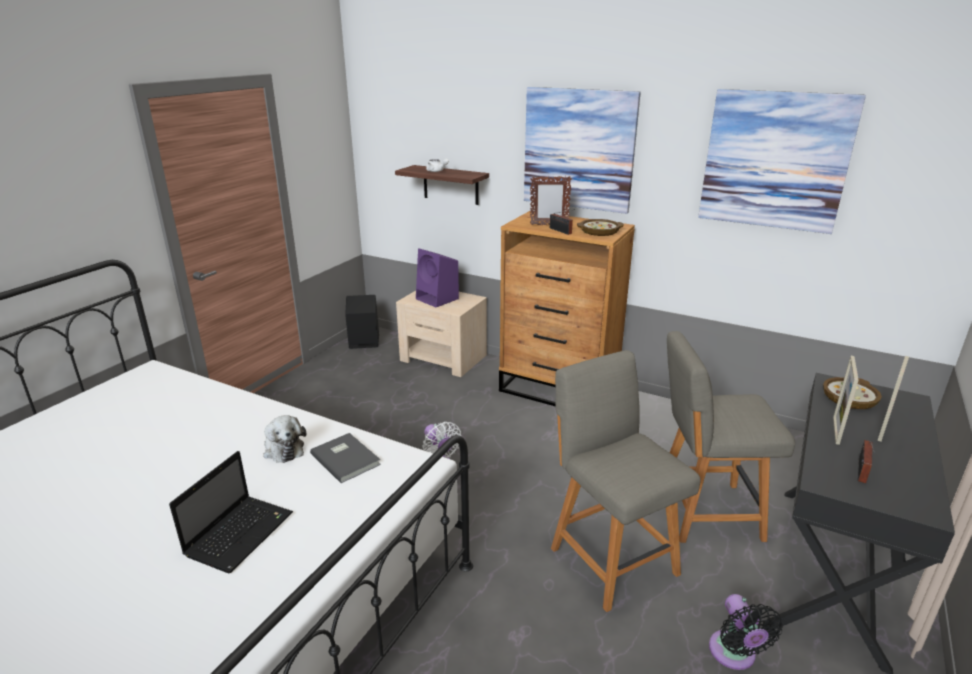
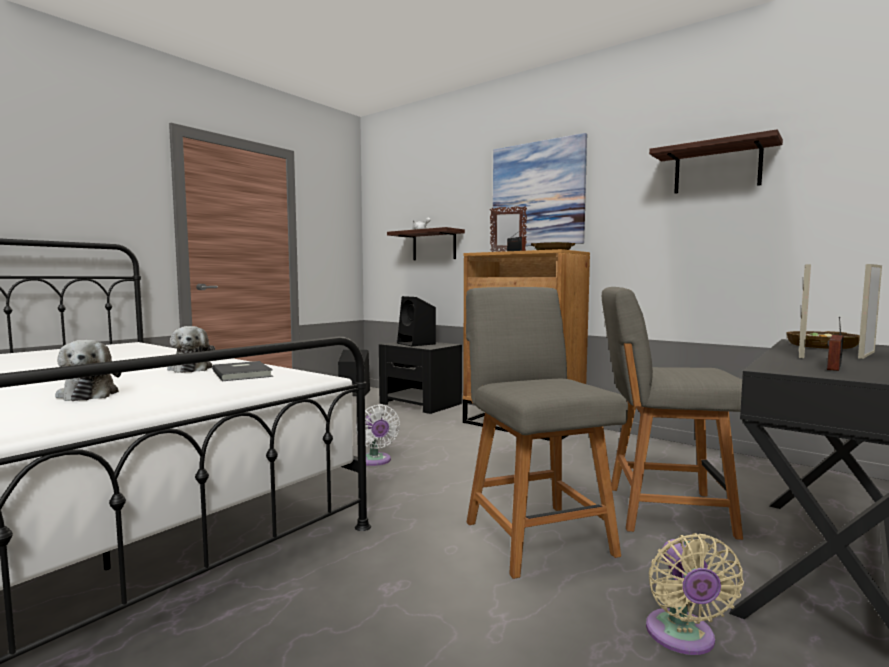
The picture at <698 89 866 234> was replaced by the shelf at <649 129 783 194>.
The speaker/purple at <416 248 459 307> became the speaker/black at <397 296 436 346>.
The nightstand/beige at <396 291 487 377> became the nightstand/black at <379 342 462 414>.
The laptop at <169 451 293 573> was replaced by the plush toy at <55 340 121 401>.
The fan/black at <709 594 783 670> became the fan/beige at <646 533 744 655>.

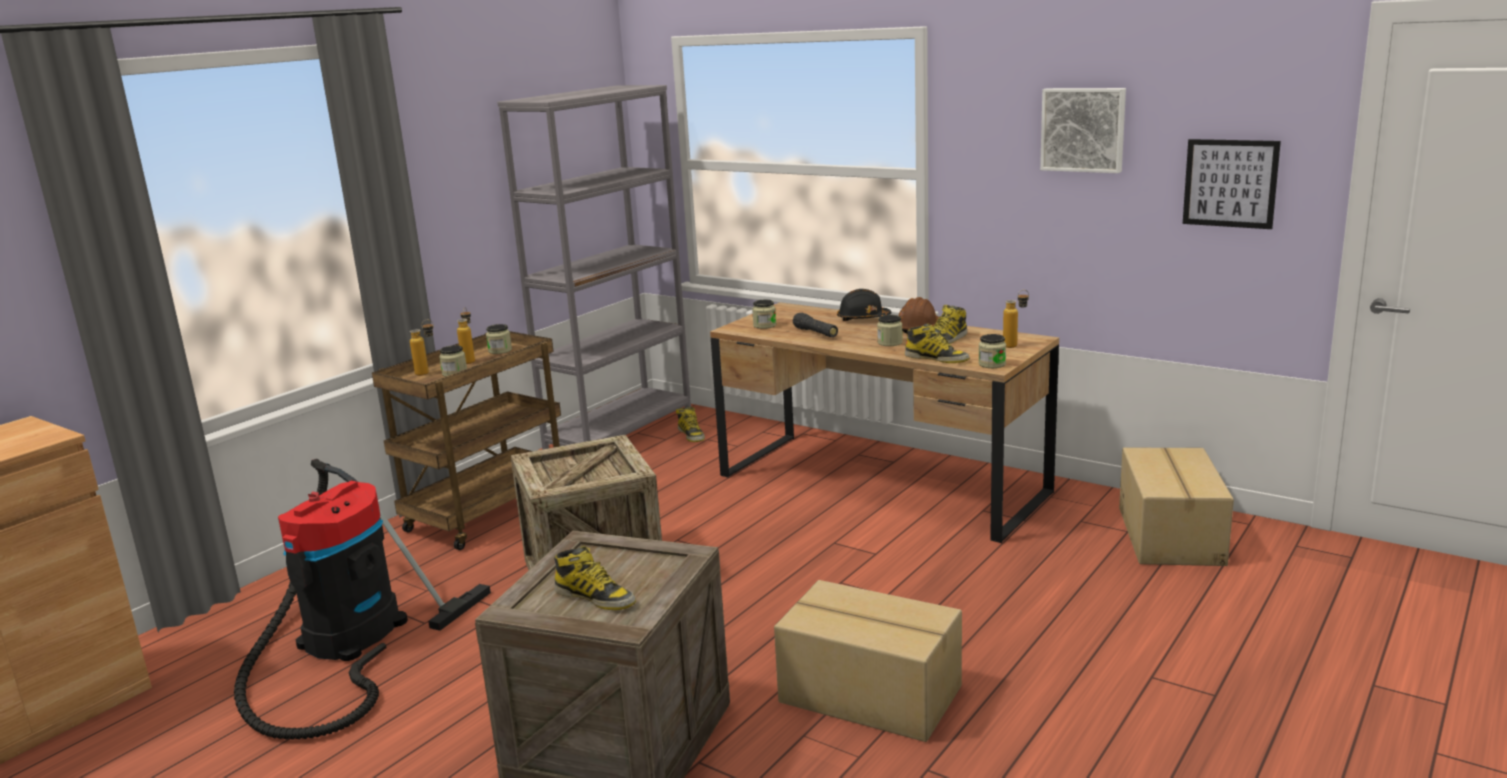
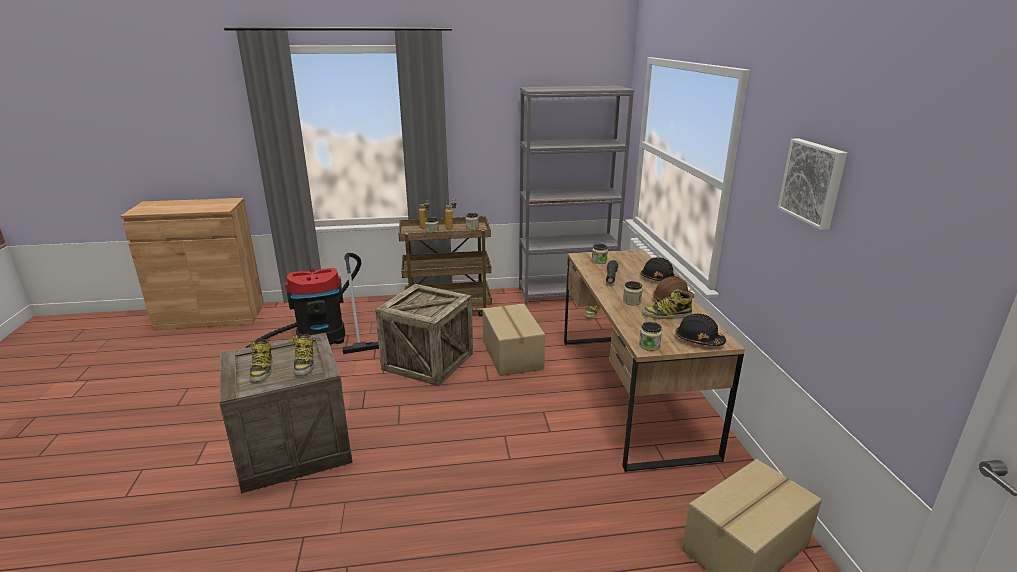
The picture at <1183 139 1281 229> disappeared.
The bottle at <1003 290 1029 348> was replaced by the hard hat/black at <676 313 726 346>.
The boot moved from <905 323 970 363> to <293 334 314 376>.
The cardboard box moved from <774 580 962 742> to <482 303 545 376>.

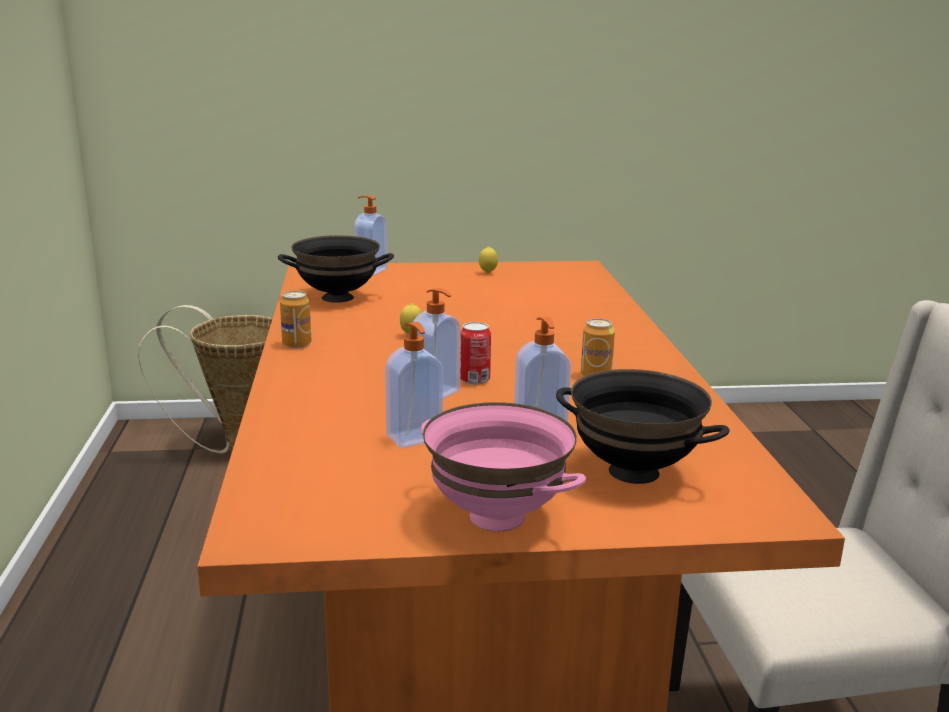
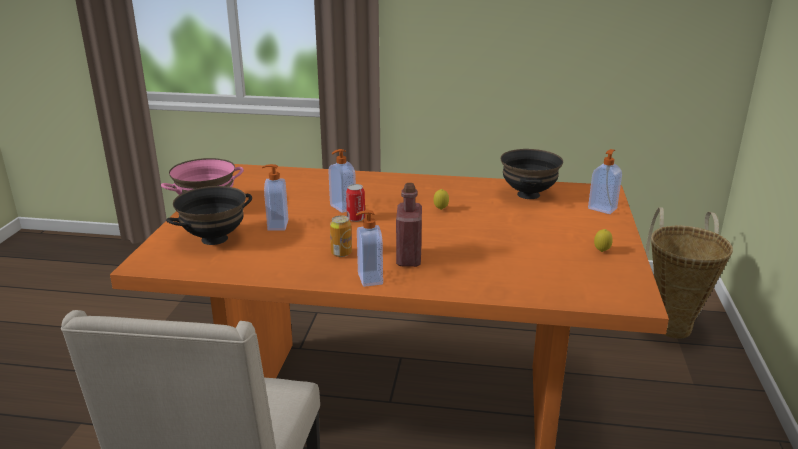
The can at <280 291 311 348> disappeared.
The soap dispenser moved from <385 322 443 448> to <356 210 383 287>.
The bottle/red at <396 183 422 267> appeared.

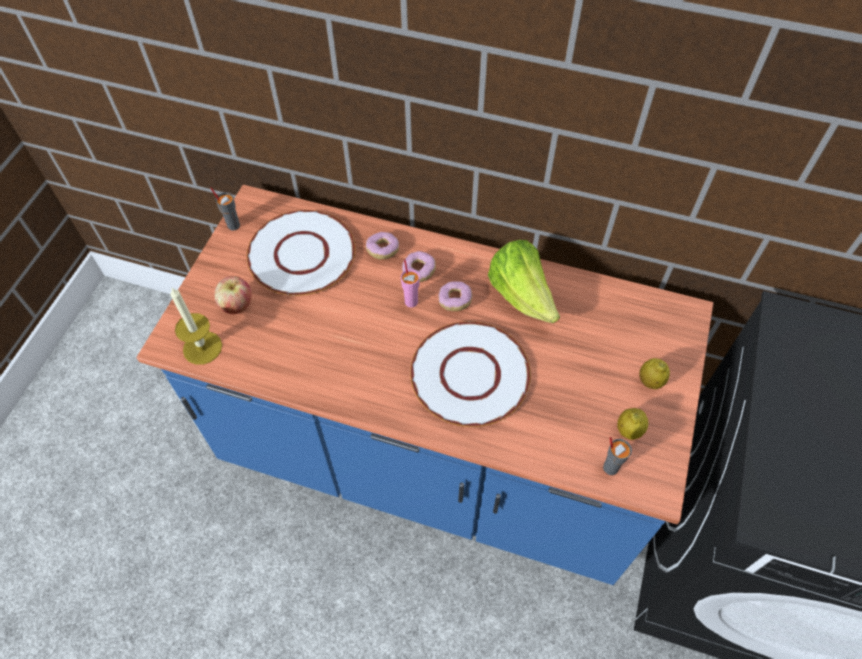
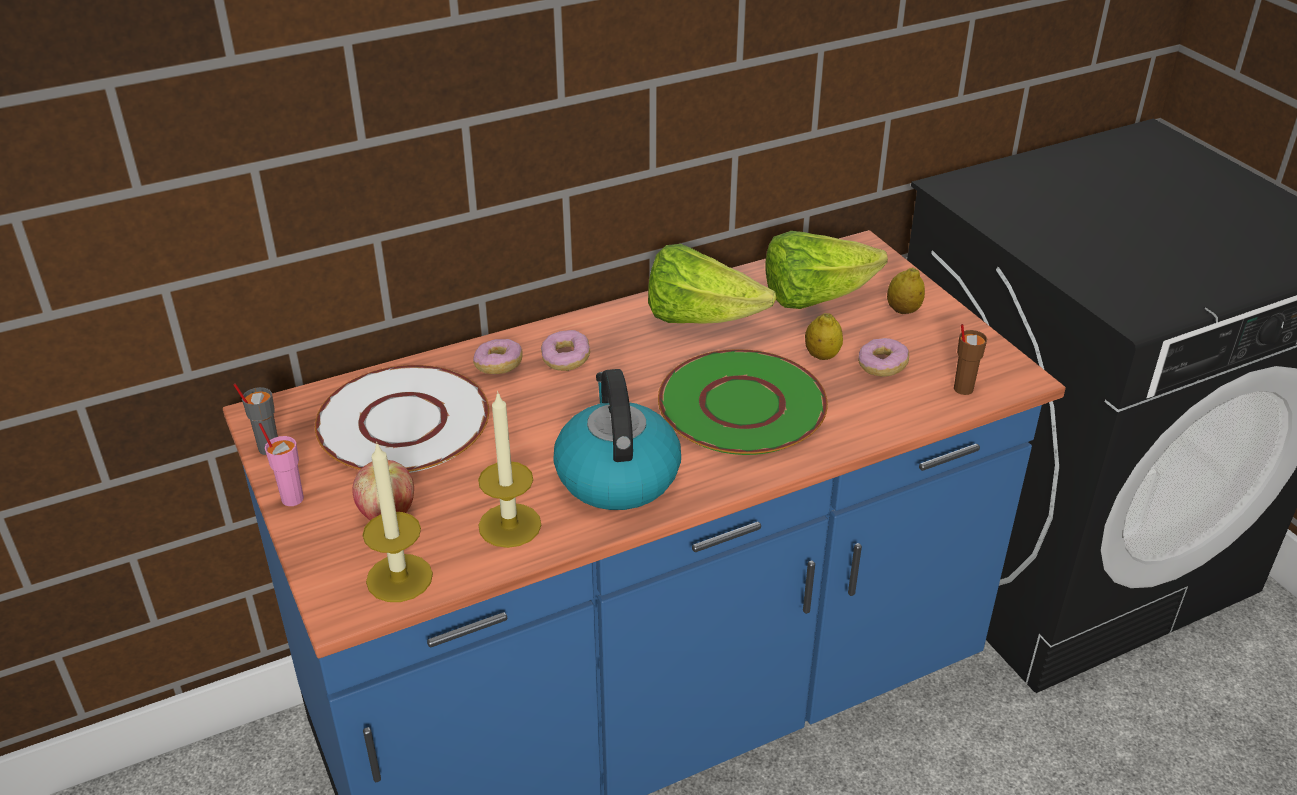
The cup/pink moved from <401 259 420 308> to <259 423 304 506>.
The donut moved from <438 281 472 311> to <858 338 909 377>.
The plate/white at <410 321 531 427> became the plate/green at <658 349 828 455>.
The lemon moved from <617 408 648 440> to <805 313 843 360>.
The cup/grey at <603 437 632 475> became the cup/brown at <954 324 987 395>.
The lettuce at <765 231 888 309> appeared.
The kettle at <553 369 681 510> appeared.
The candle at <478 391 541 548> appeared.

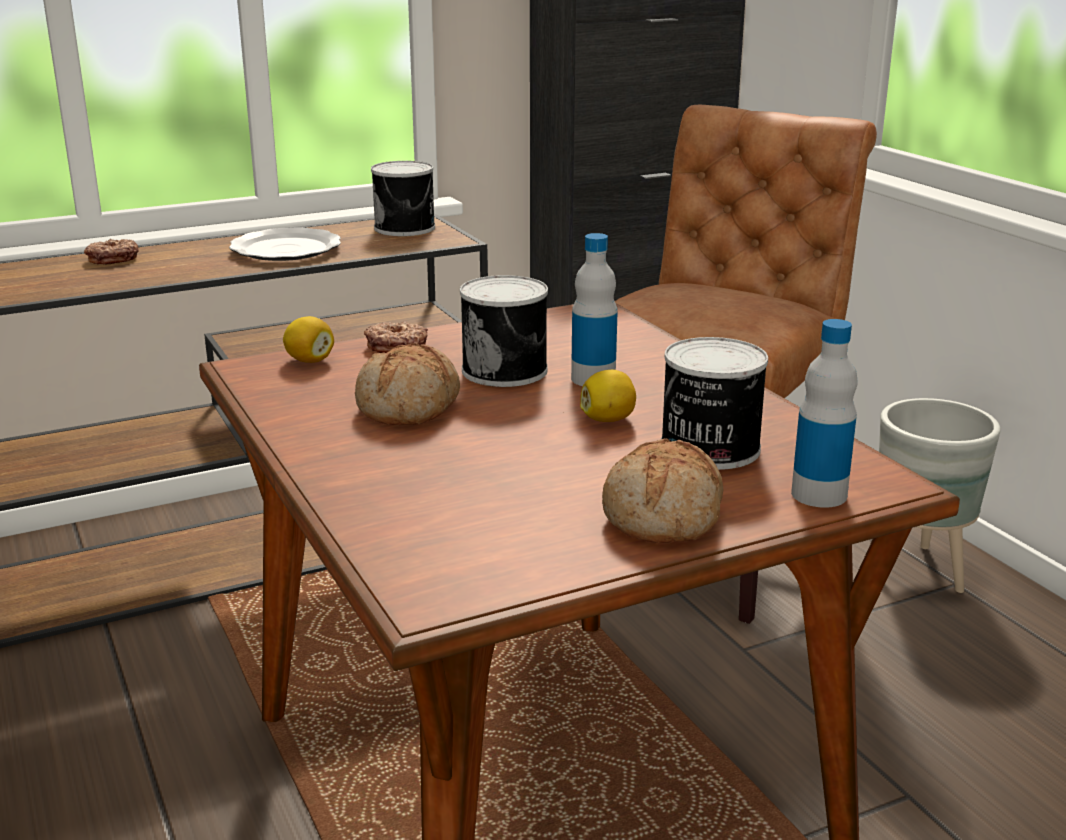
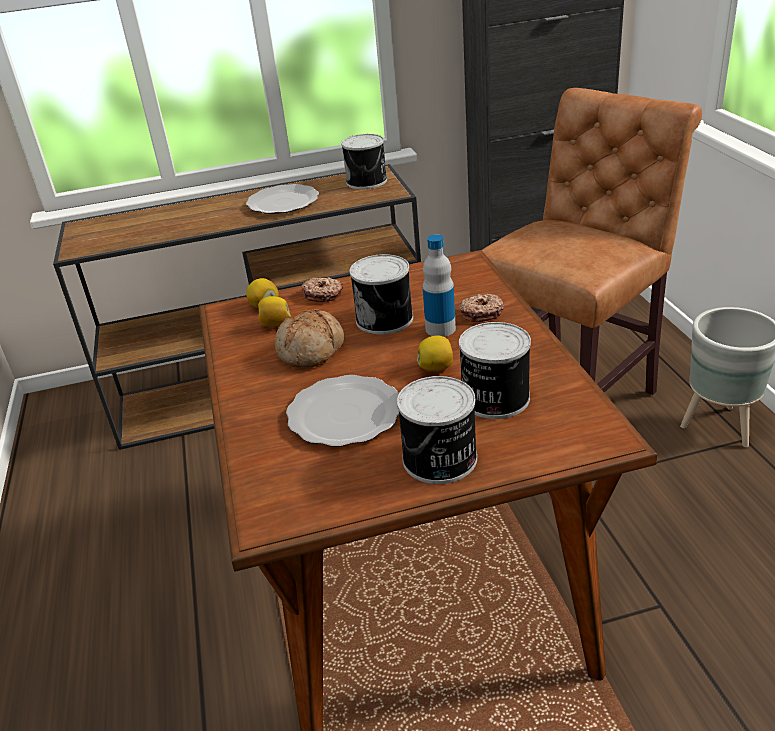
The donut moved from <84 239 139 265> to <458 294 504 322>.
The bottle at <791 319 858 508> disappeared.
The bread at <602 439 723 543> was replaced by the can at <397 376 477 484>.
The lemon at <258 296 291 327> appeared.
The plate at <286 375 399 447> appeared.

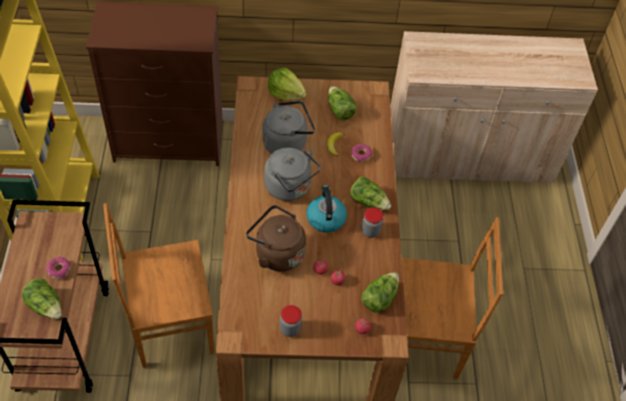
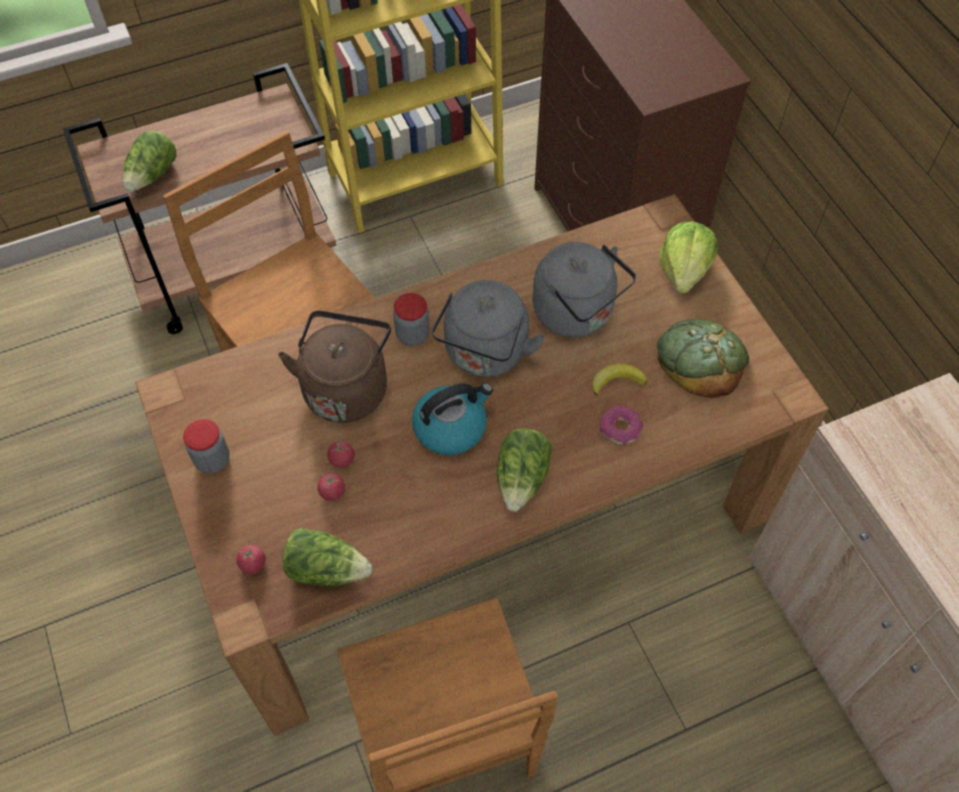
The lettuce at <328 86 357 120> was replaced by the bread at <657 319 749 398>.
The jar moved from <361 207 383 238> to <393 293 430 346>.
The donut at <46 257 71 279> disappeared.

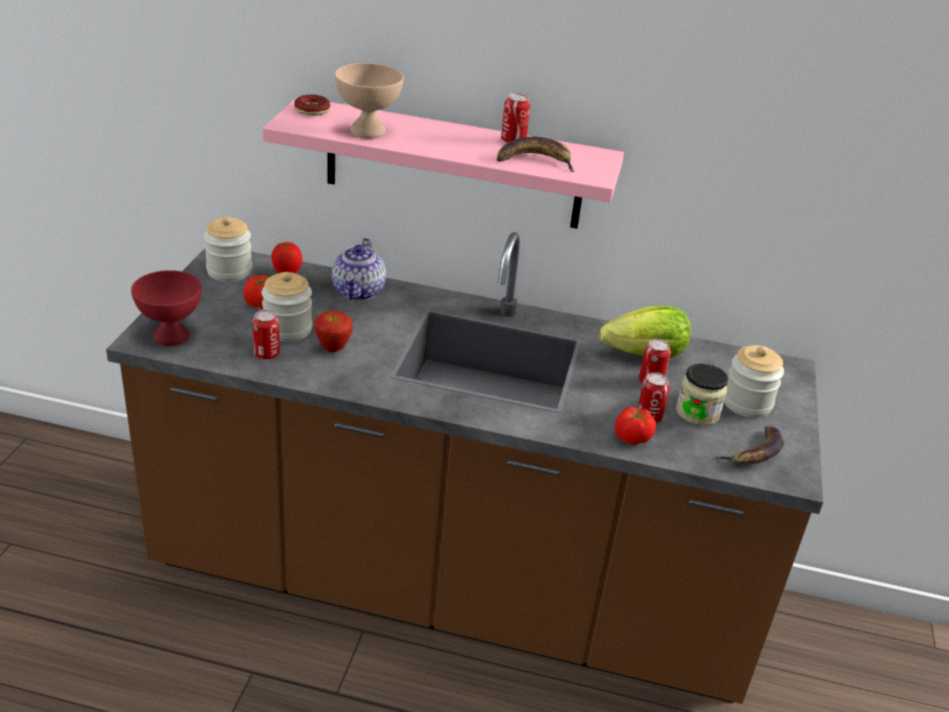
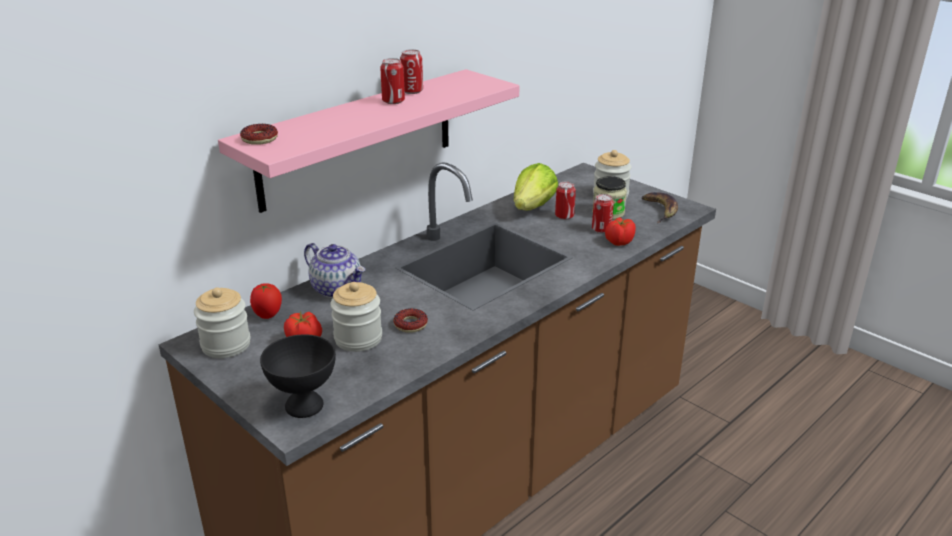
The bowl/beige at <335 63 404 139> disappeared.
The banana at <497 137 575 172> disappeared.
The bowl/red at <131 270 202 346> became the bowl/black at <260 334 336 418>.
The can moved from <253 310 280 360> to <380 58 405 104>.
The apple at <314 311 353 352> was replaced by the donut at <393 308 428 333>.

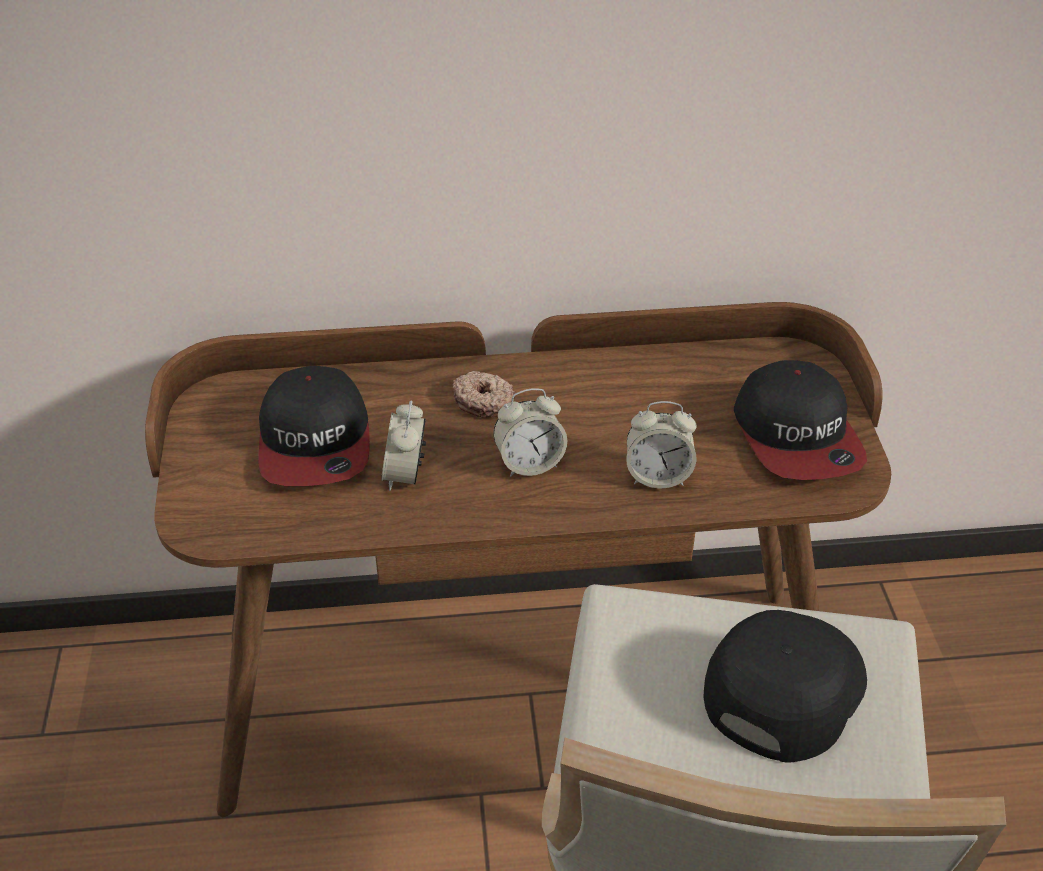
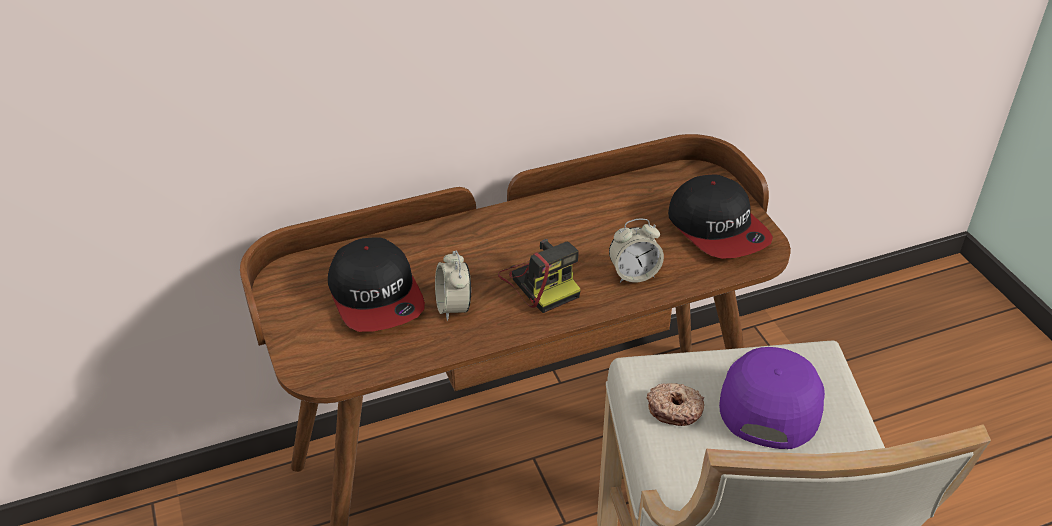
The donut moved from <453 371 516 418> to <647 383 705 426>.
The alarm clock at <493 388 567 477> was replaced by the photo camera at <498 239 581 313>.
The cap/black at <703 610 867 763> became the cap/purple at <719 347 825 449>.

